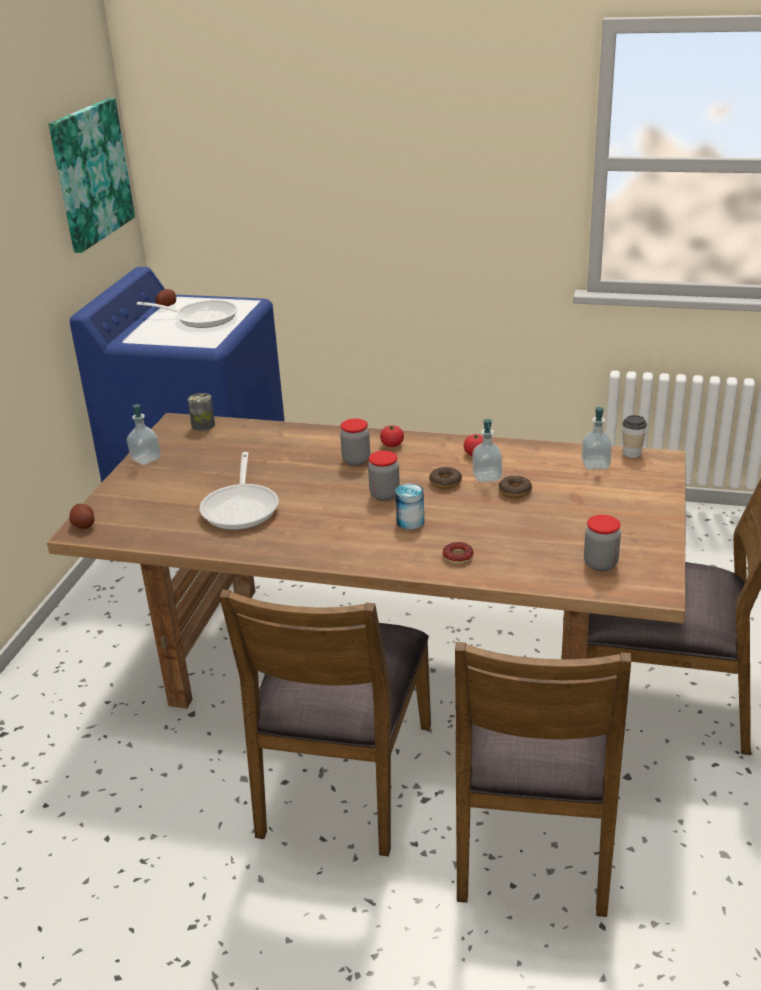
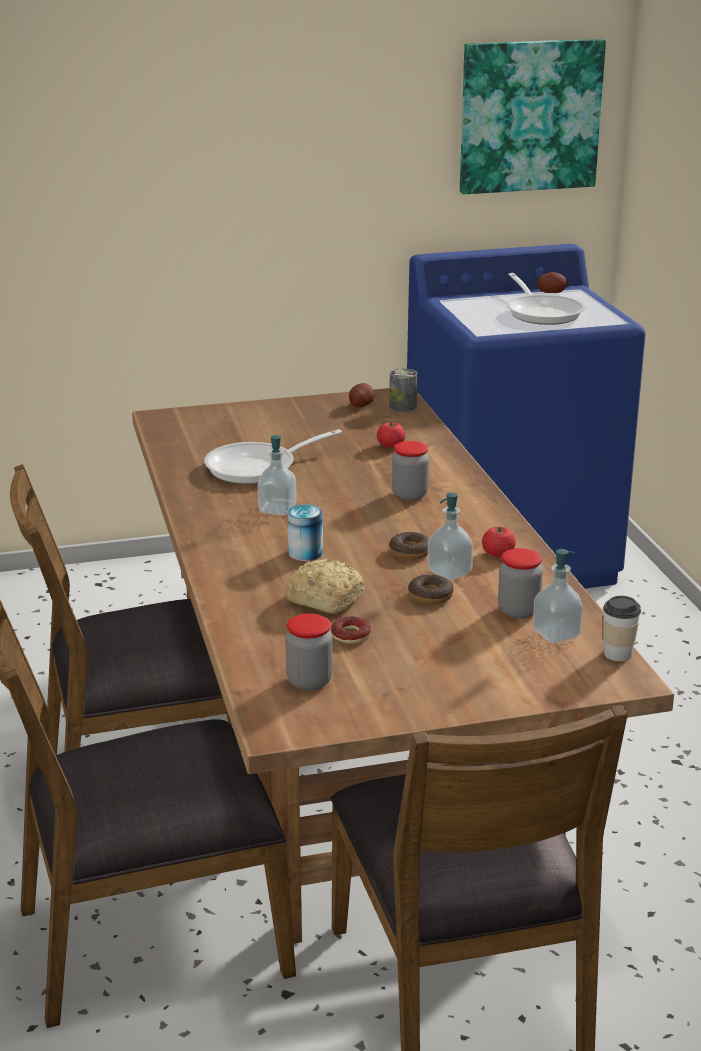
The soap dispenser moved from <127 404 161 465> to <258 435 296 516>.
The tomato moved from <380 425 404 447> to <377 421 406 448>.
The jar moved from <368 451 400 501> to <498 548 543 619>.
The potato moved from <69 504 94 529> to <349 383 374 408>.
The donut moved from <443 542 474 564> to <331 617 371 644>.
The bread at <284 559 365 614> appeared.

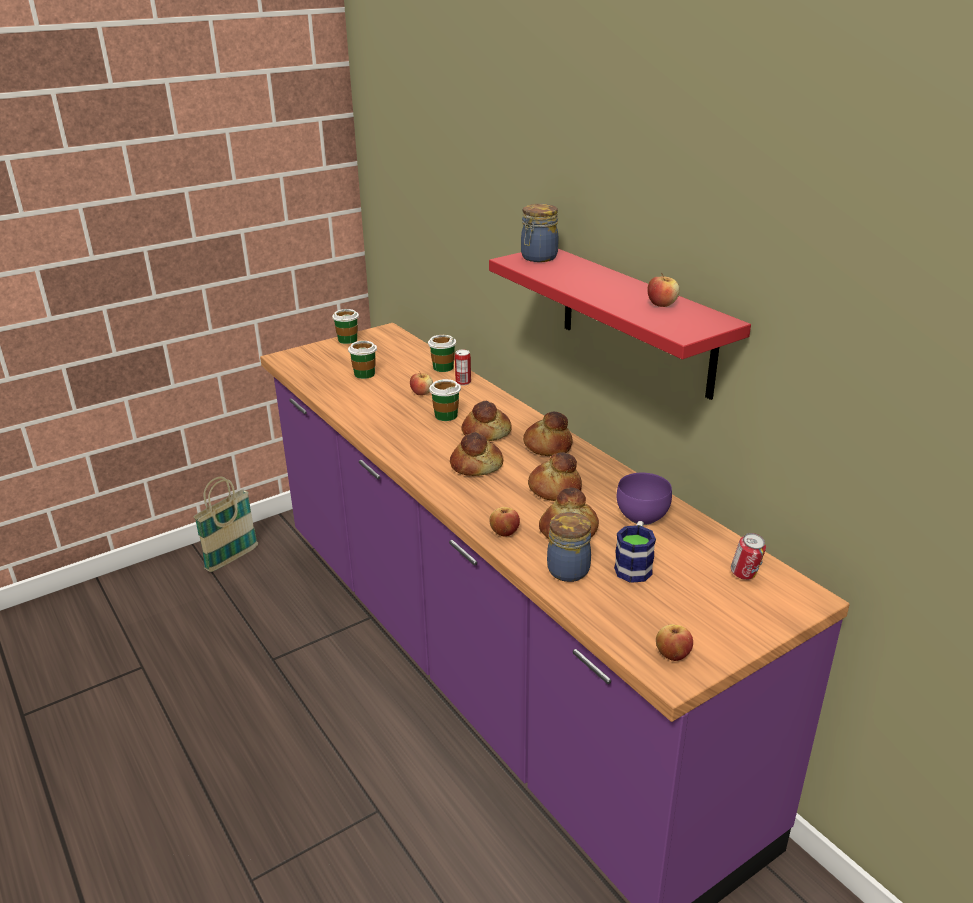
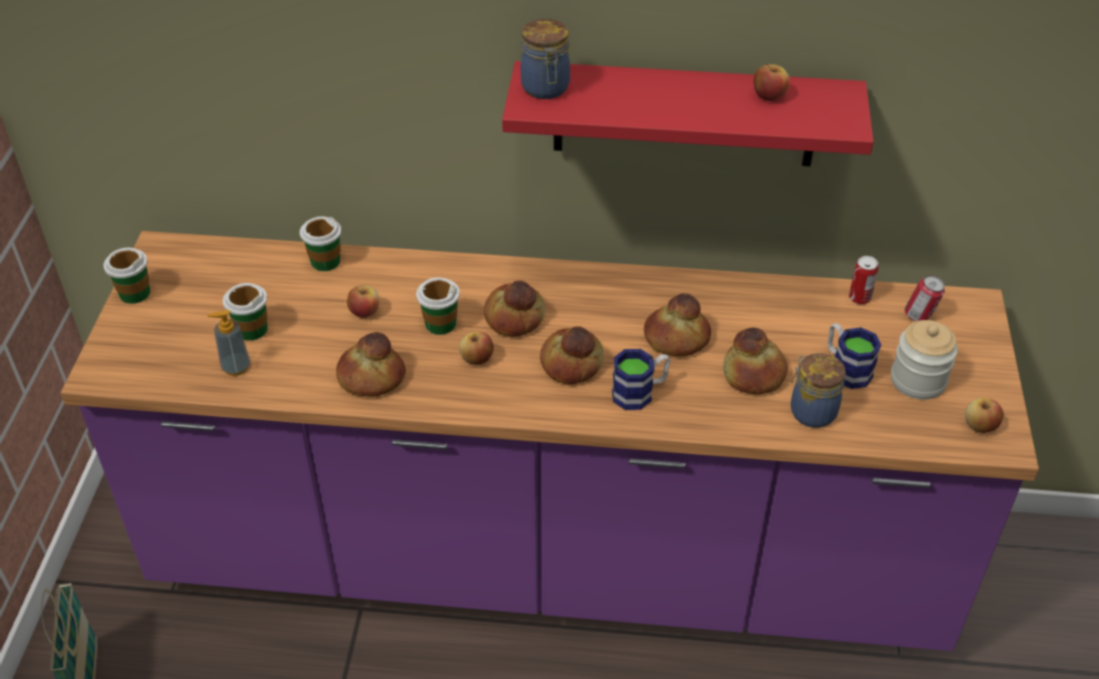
The can moved from <455 349 471 385> to <849 256 878 305>.
The bread moved from <523 412 572 456> to <336 332 406 397>.
The bowl/purple at <617 473 672 525> disappeared.
The apple moved from <490 507 520 537> to <459 332 494 365>.
The soap dispenser at <207 310 250 376> appeared.
The jar at <891 320 958 400> appeared.
The mug at <612 349 670 410> appeared.

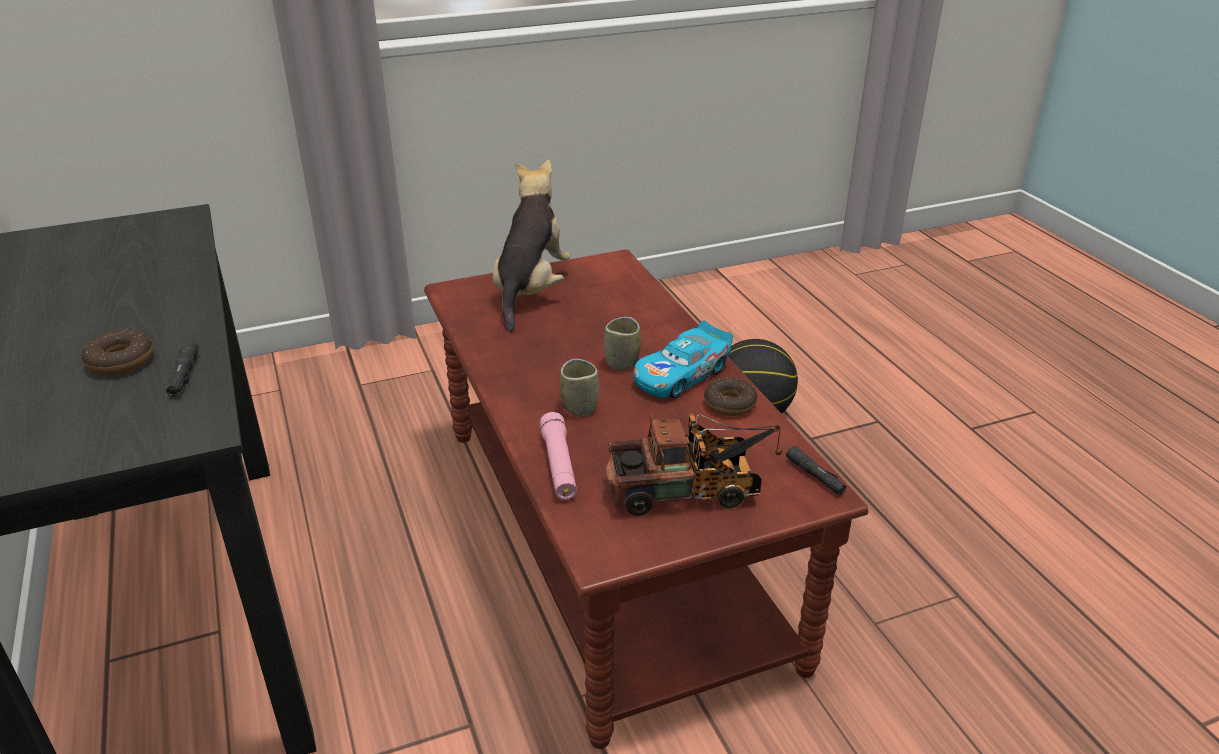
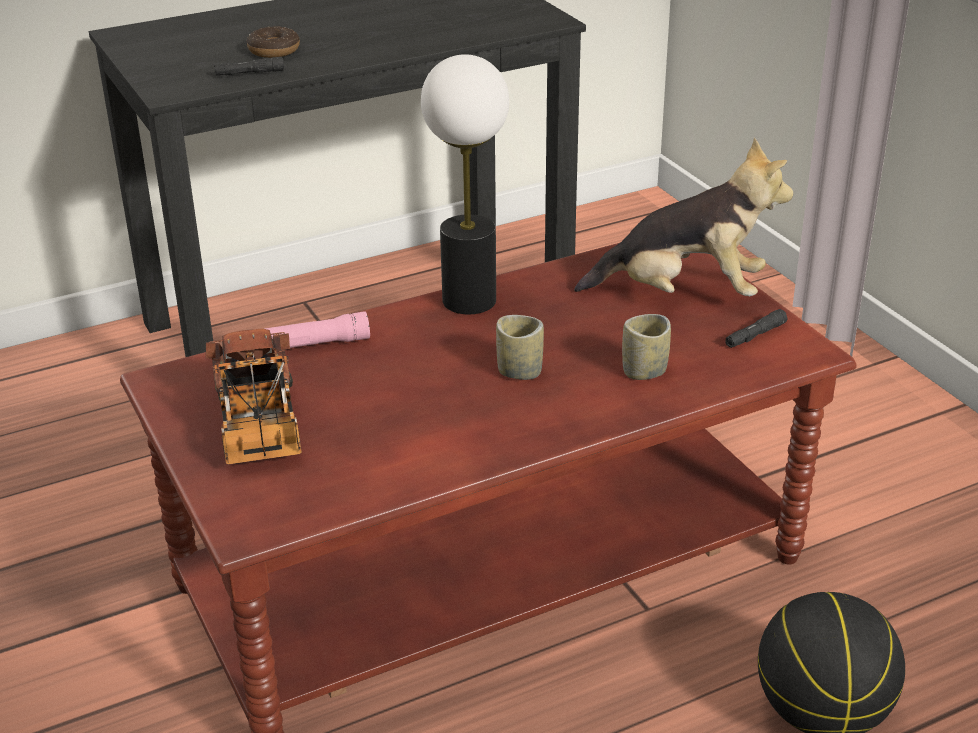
The toy car at <633 321 733 399> disappeared.
The cup moved from <560 359 599 417> to <622 314 671 380>.
The donut at <704 378 757 416> disappeared.
The flashlight/black moved from <786 446 846 495> to <725 309 788 348>.
The table lamp at <421 54 509 314> appeared.

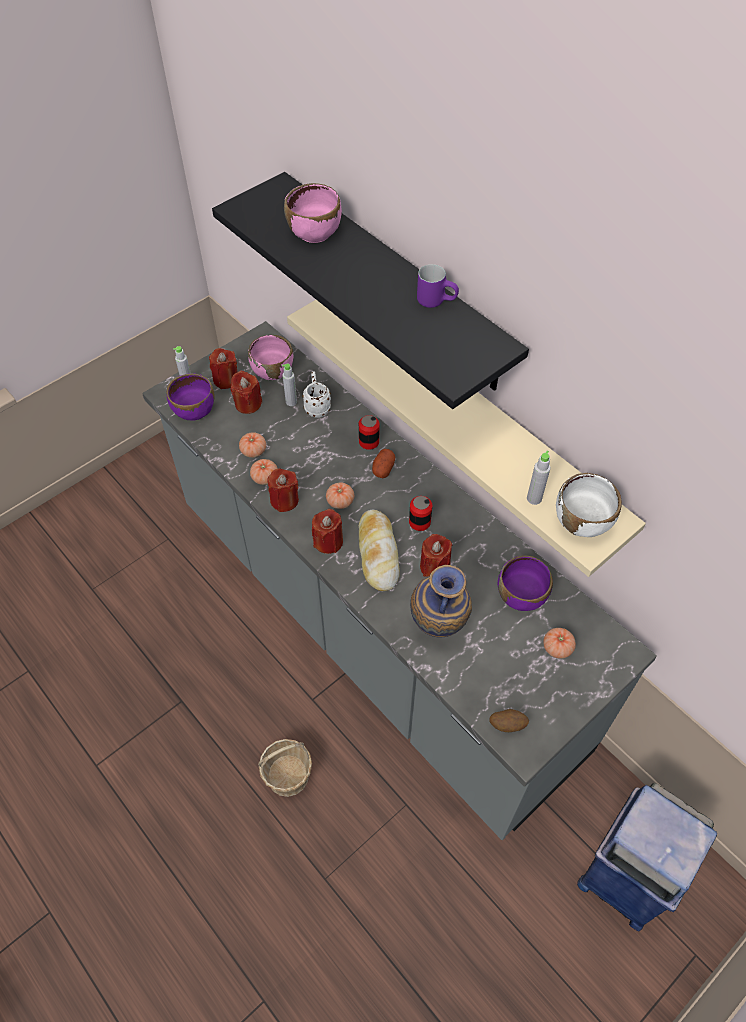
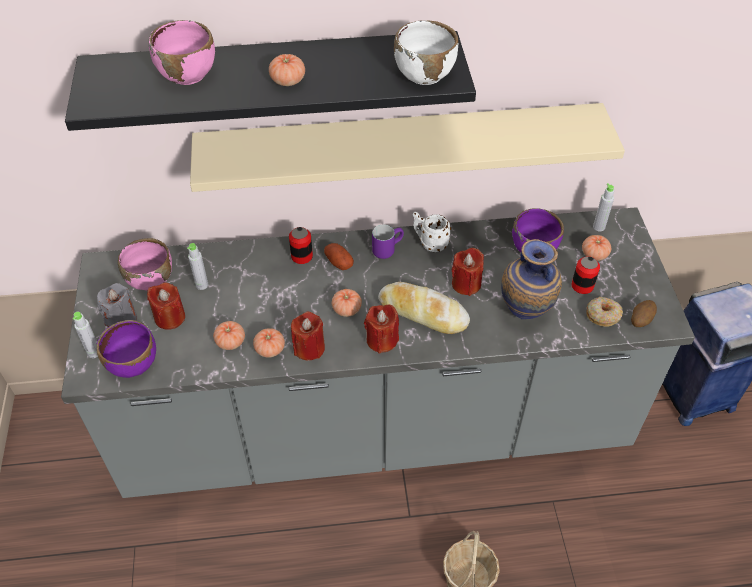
The mug/purple moved from <417 264 459 308> to <372 225 404 259>.
The candle/red at <209 348 238 389> became the candle/grey at <97 283 137 327>.
The mug/white moved from <302 371 331 418> to <413 212 451 252>.
The bottle/grey moved from <527 451 550 505> to <593 183 614 232>.
The bowl/white moved from <556 473 622 537> to <394 20 458 85>.
The can moved from <409 496 432 531> to <571 256 600 294>.
The tomato at <269 54 305 86> appeared.
The donut at <586 297 623 327> appeared.

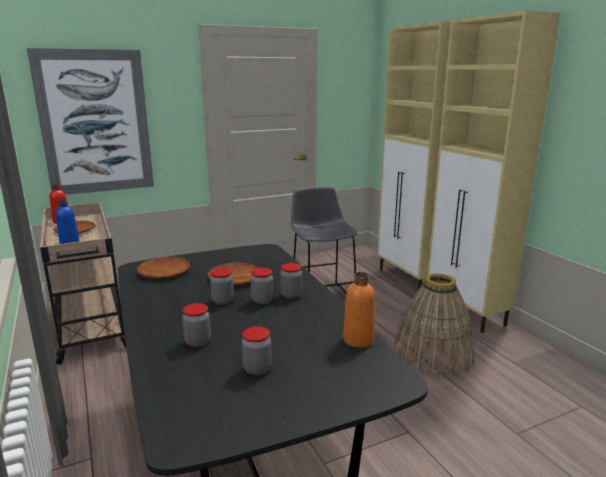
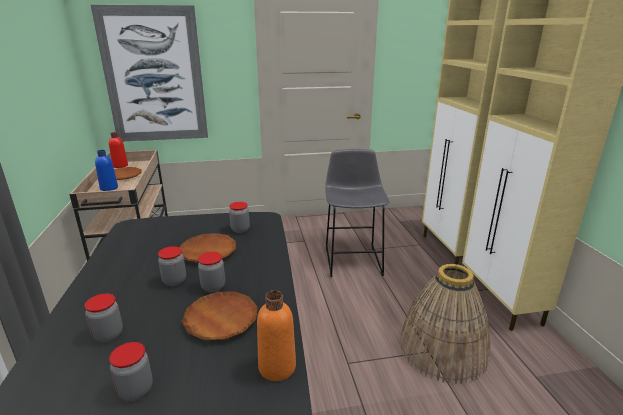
The plate/brown moved from <137 257 191 279> to <182 291 258 340>.
The jar moved from <280 263 302 299> to <229 202 250 233>.

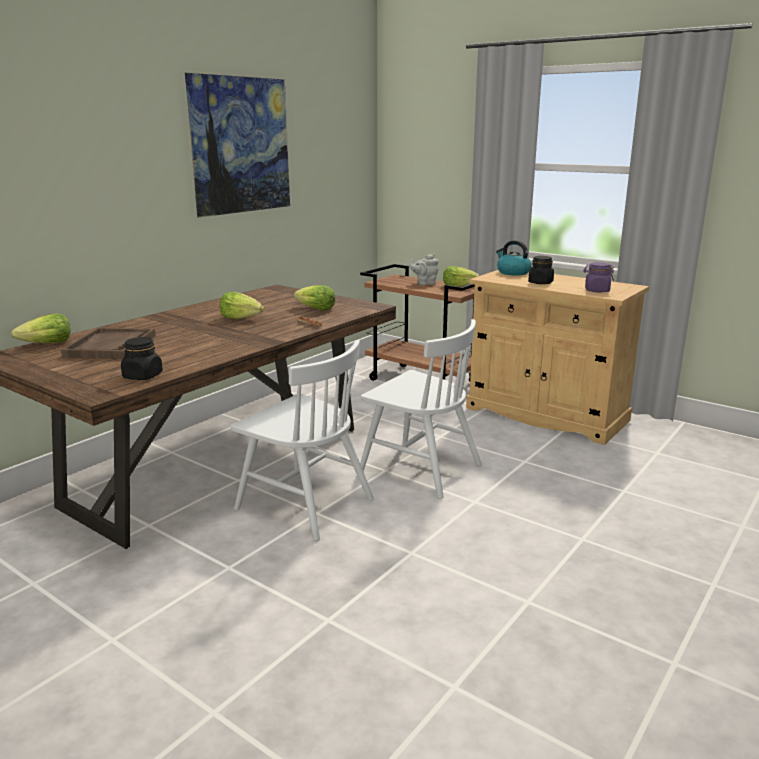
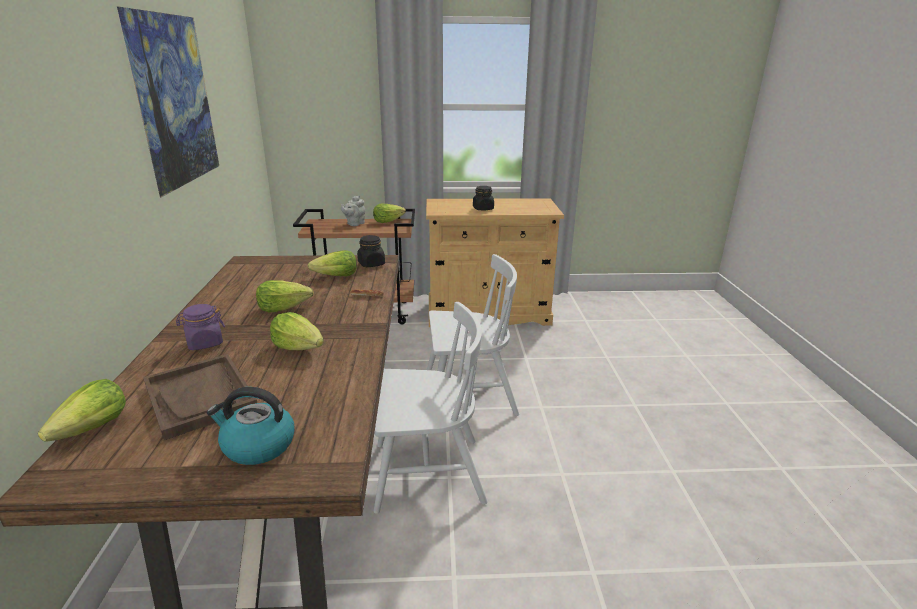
The kettle moved from <496 240 532 275> to <207 387 295 465>.
The jar/purple moved from <583 262 614 292> to <176 304 225 350>.
The jar/black moved from <121 337 163 380> to <357 235 385 267>.
The lettuce at <270 312 324 350> appeared.

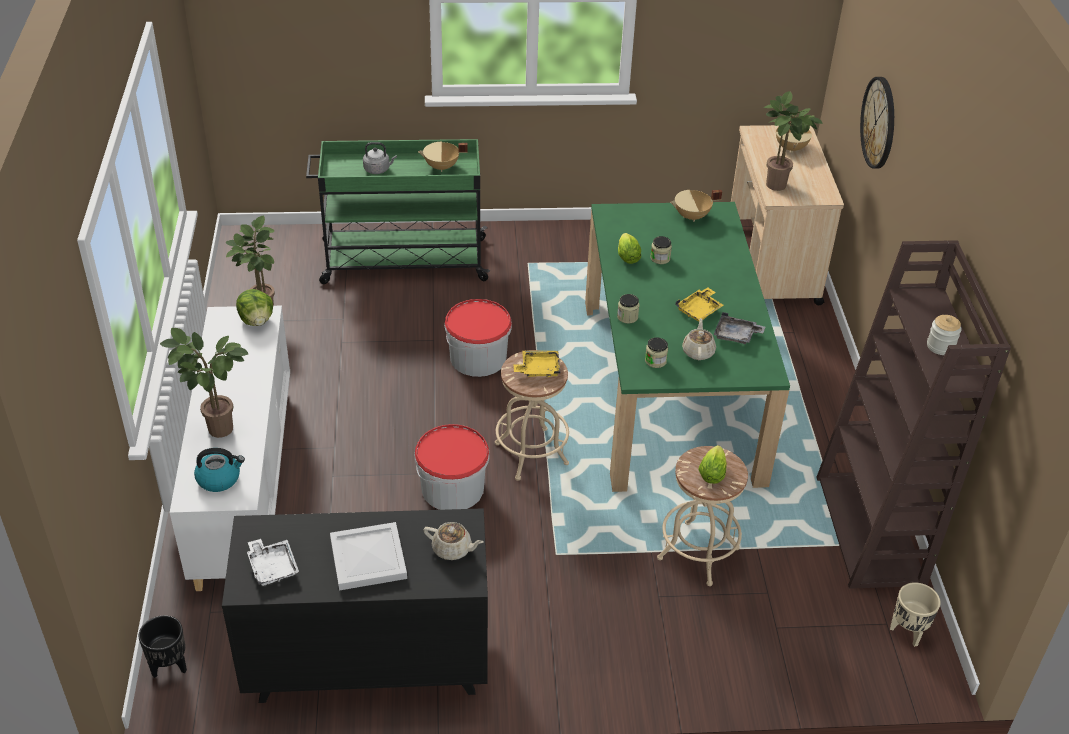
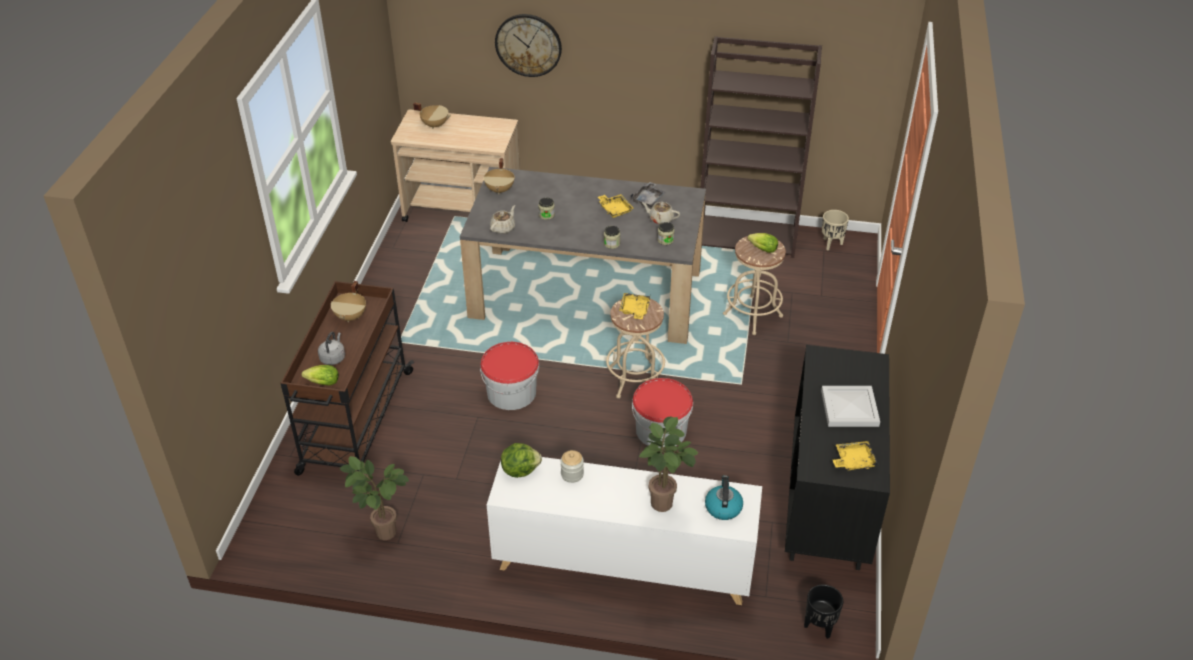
The potted plant at <764 91 822 191> disappeared.
The cart/green at <306 139 490 284> became the cart/brown at <280 281 414 476>.
The dining table/green at <585 202 790 492> became the dining table/grey at <460 167 706 344>.
The lettuce moved from <618 233 641 264> to <302 365 339 386>.
The jar moved from <927 315 962 355> to <560 450 584 483>.
The teapot/beige moved from <423 522 483 560> to <490 205 515 234>.
The tray/white at <247 539 299 586> became the tray/yellow at <833 441 879 470>.

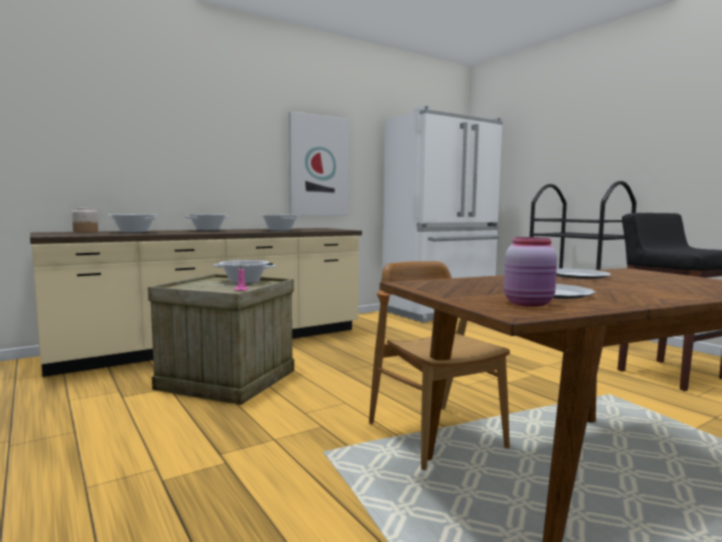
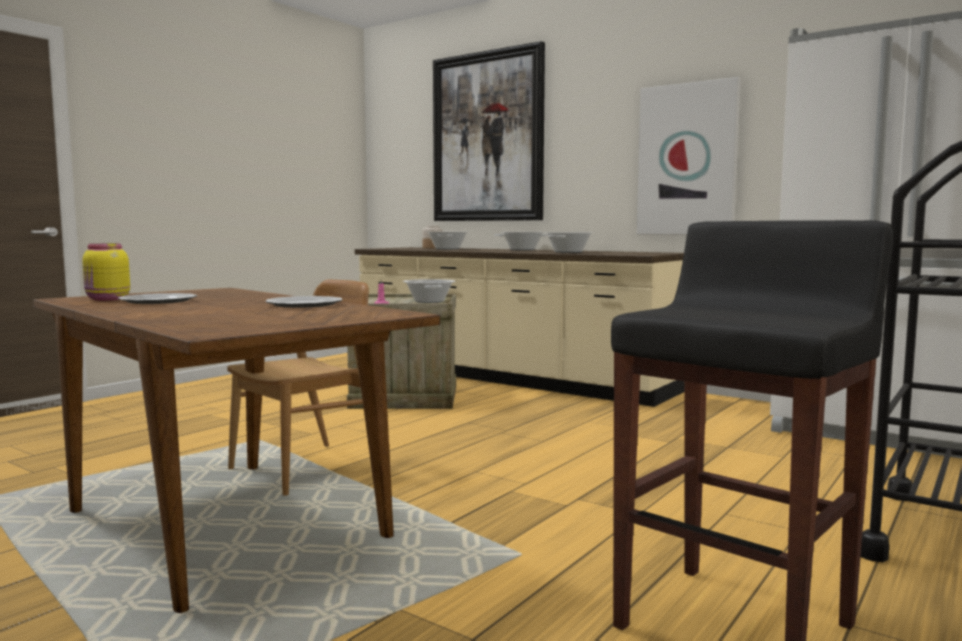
The jar/pink at <504 237 557 307> became the jar/yellow at <82 244 130 301>.
The picture at <433 41 545 221> appeared.

